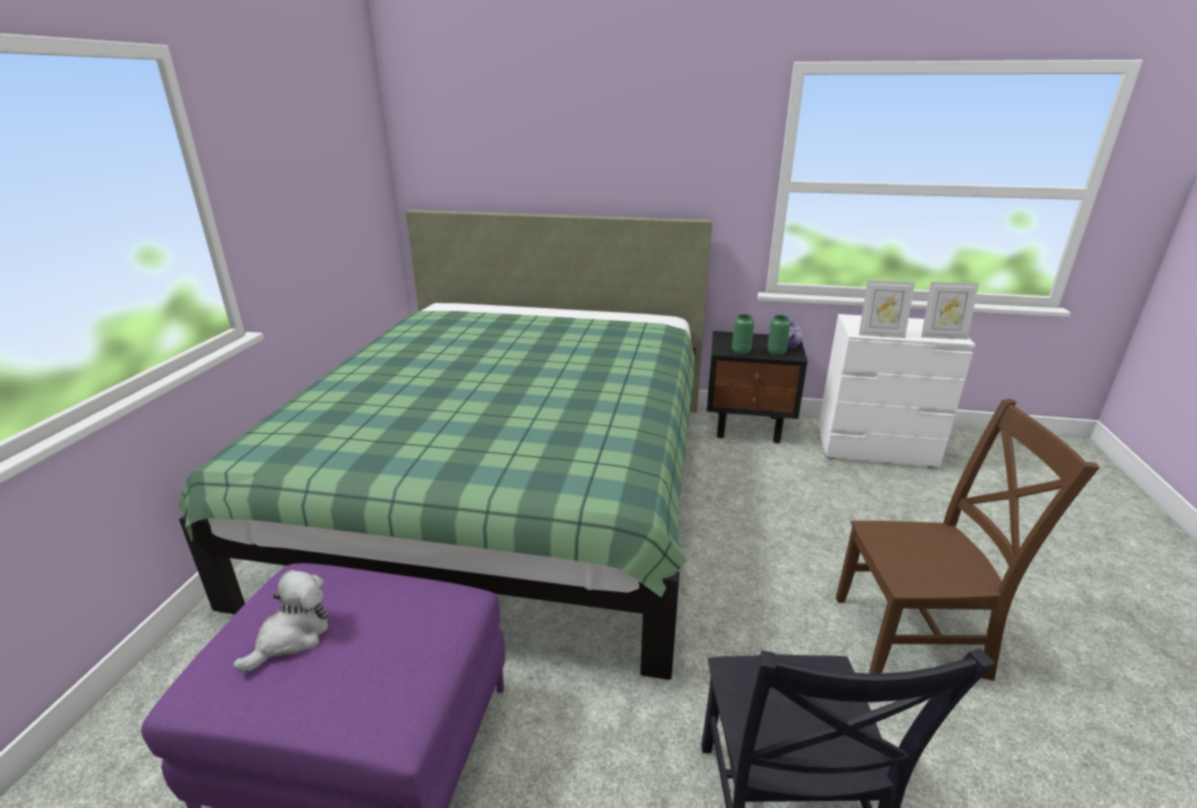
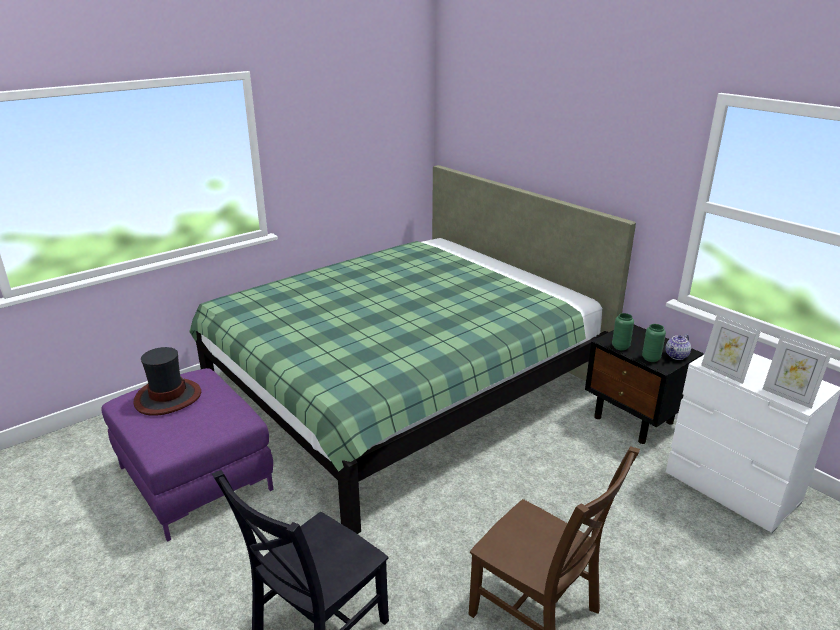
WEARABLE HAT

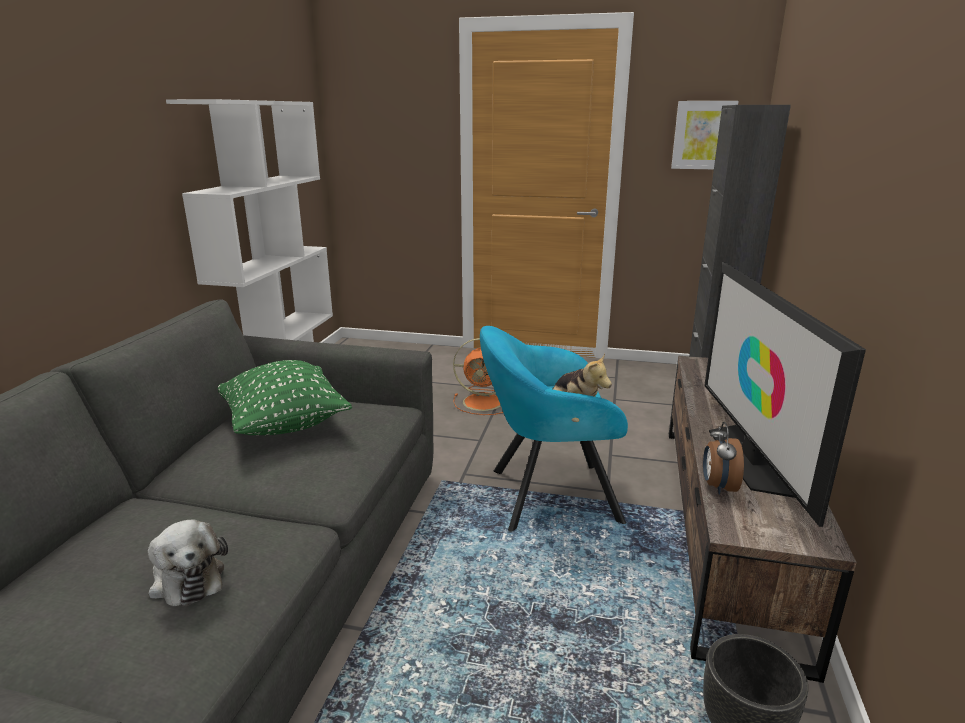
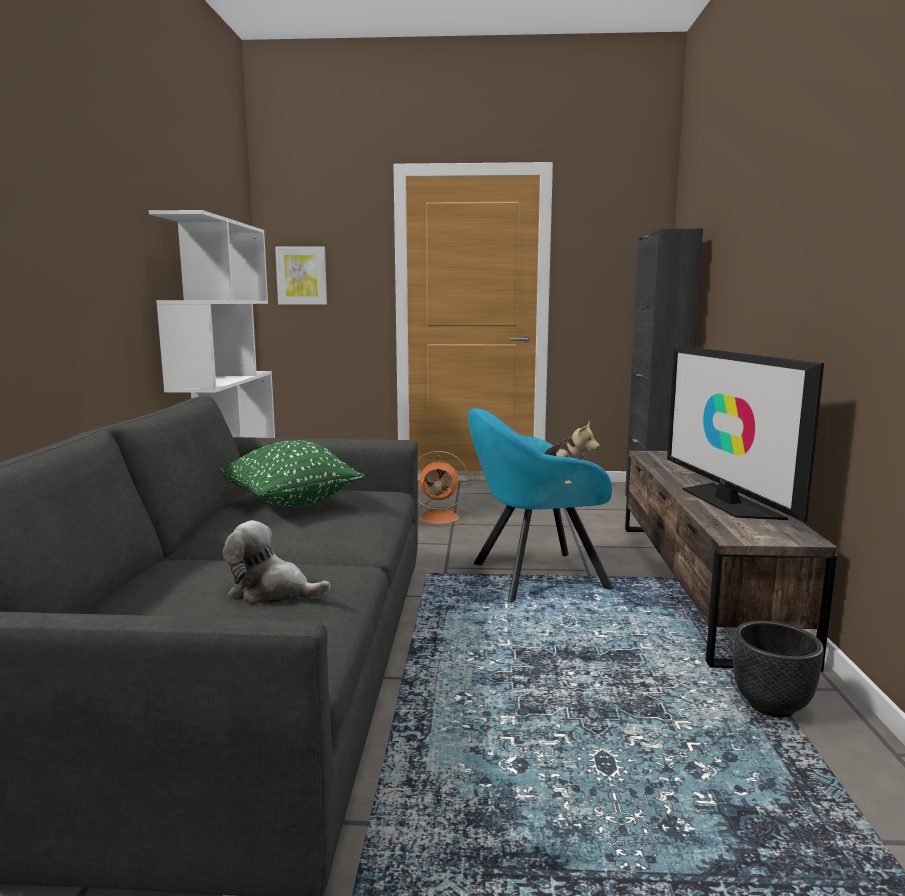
SOFT TOY (no. 1 from left); WALL ART; TABLE CLOCK

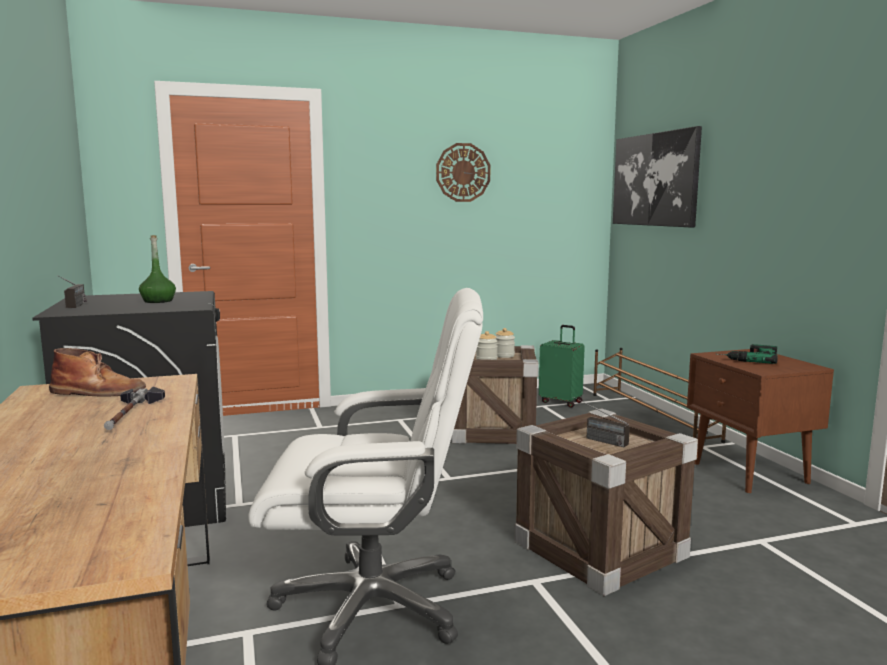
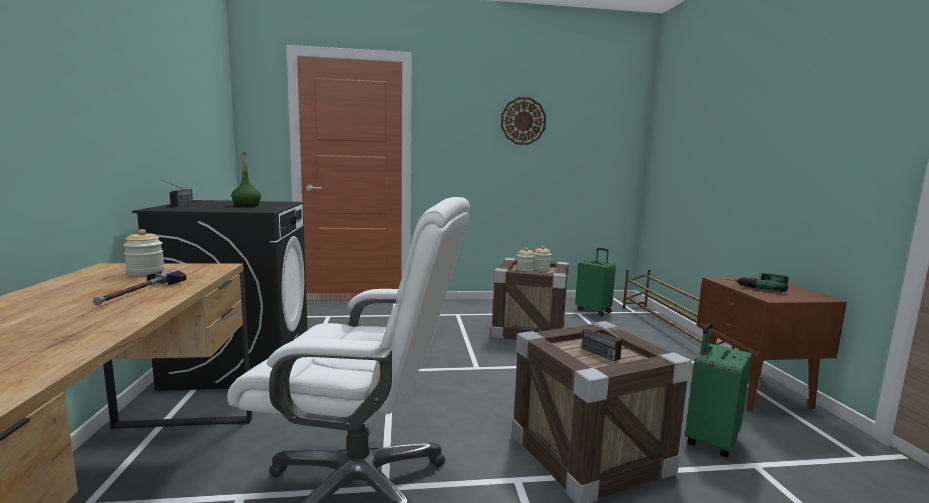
JAR (no. 1 from left); WALL ART; GREEN TRAVEL CASE (no. 2 from left)

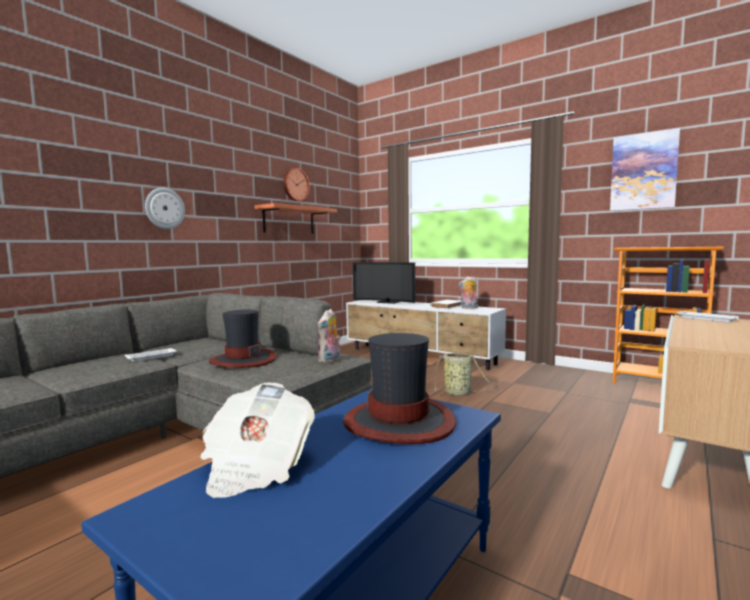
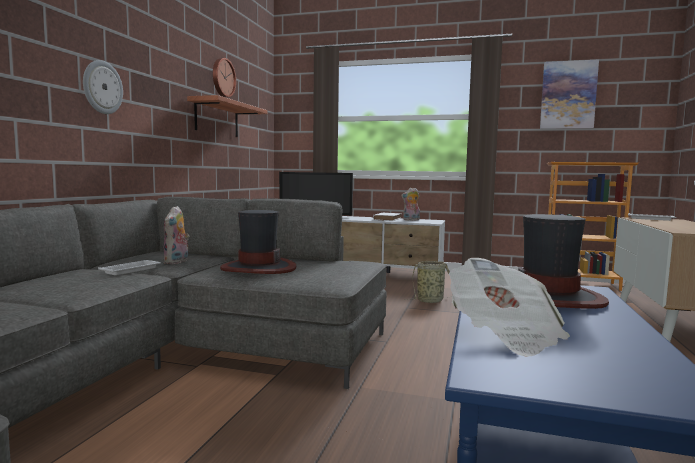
SOFT TOY (no. 1 from left)

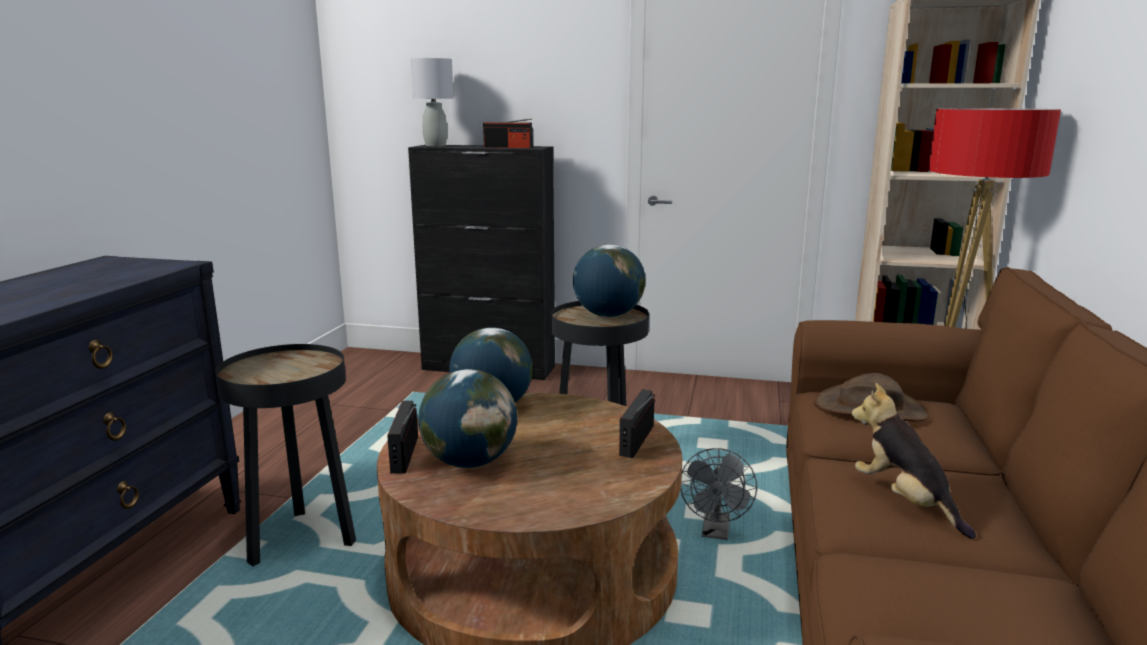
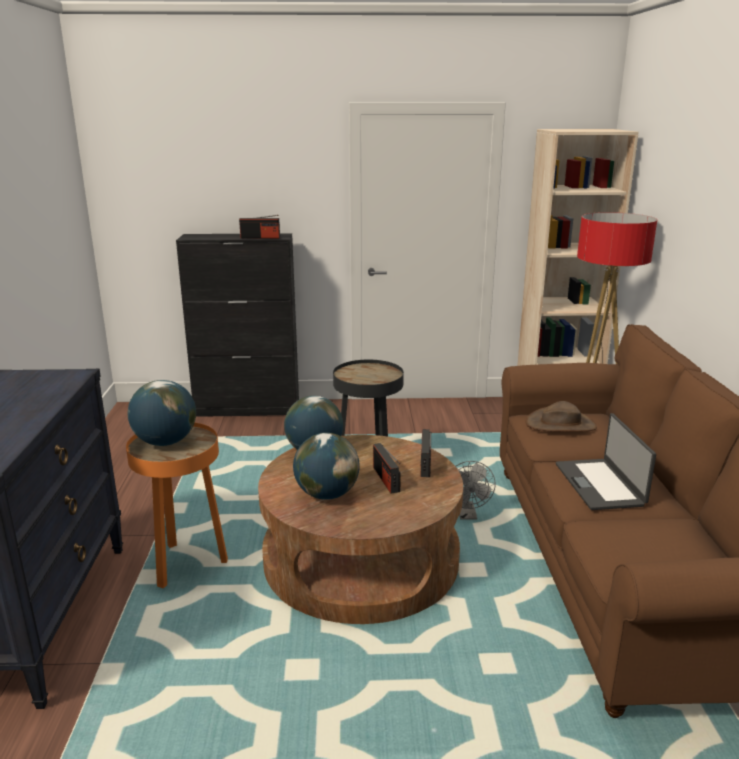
ORANGE-COLOURED SIDE TABLE; RADIO (no. 2 from left); GREY TABLETOP LAMP; GLOBE (no. 1 from left); LAPTOP

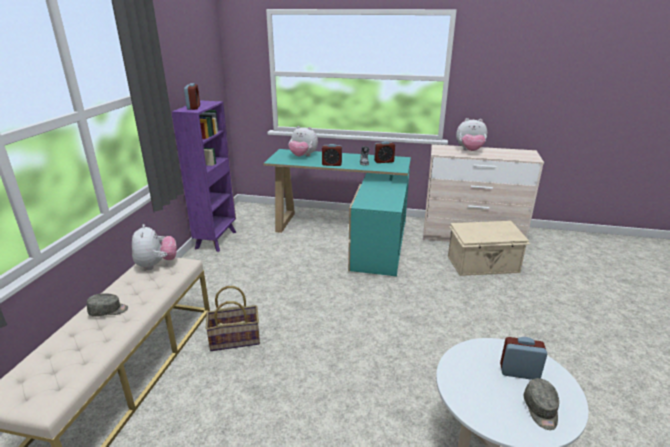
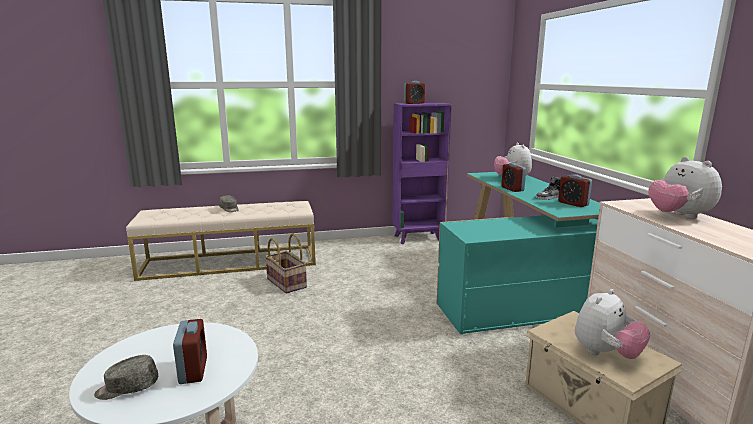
SOFT TOY (no. 2 from left)

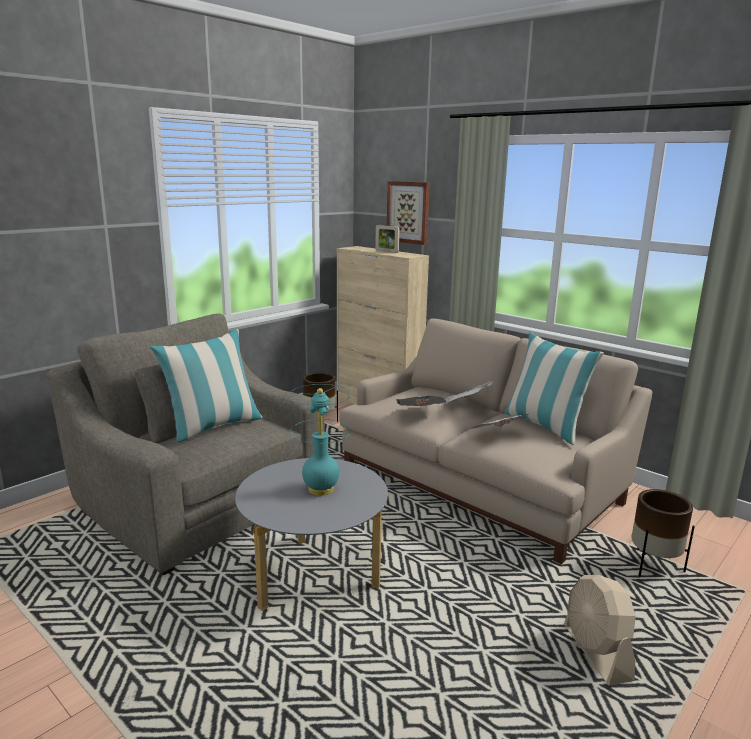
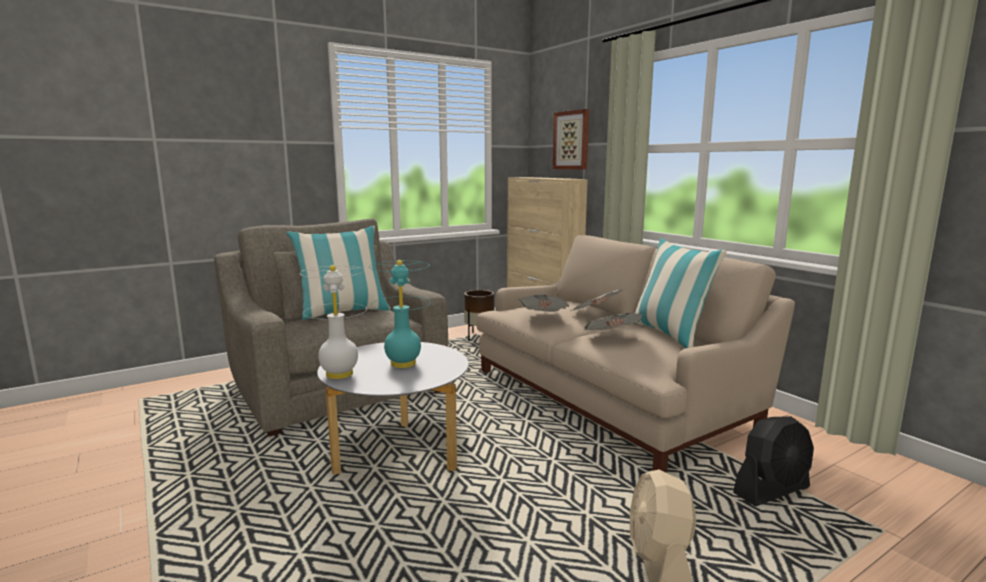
PICTURE FRAME; BLACKISH COOLING FAN; WHITE-COLOURED TABLETOP LAMP

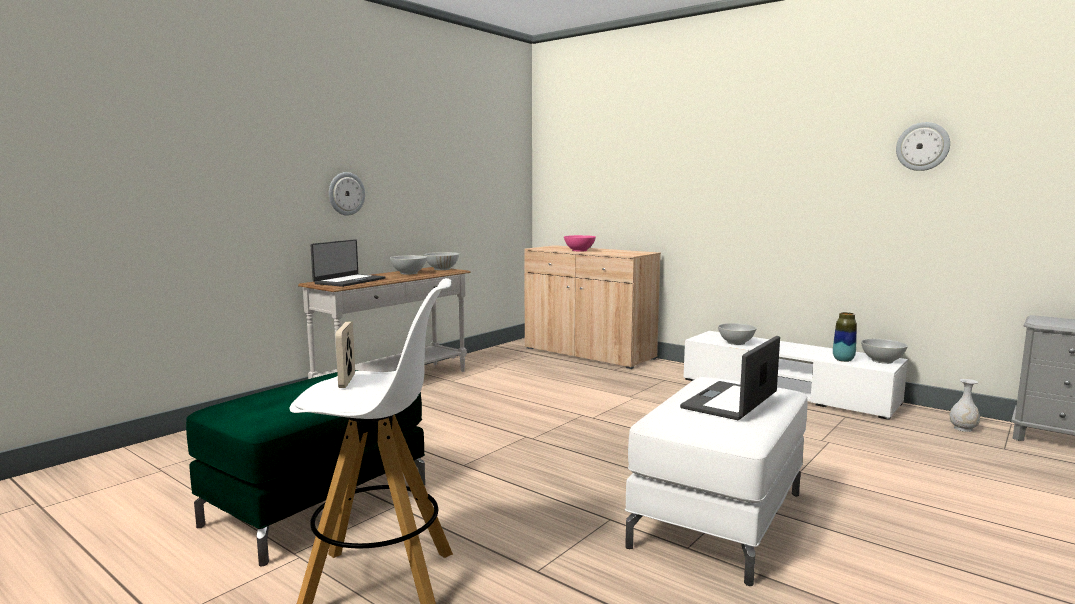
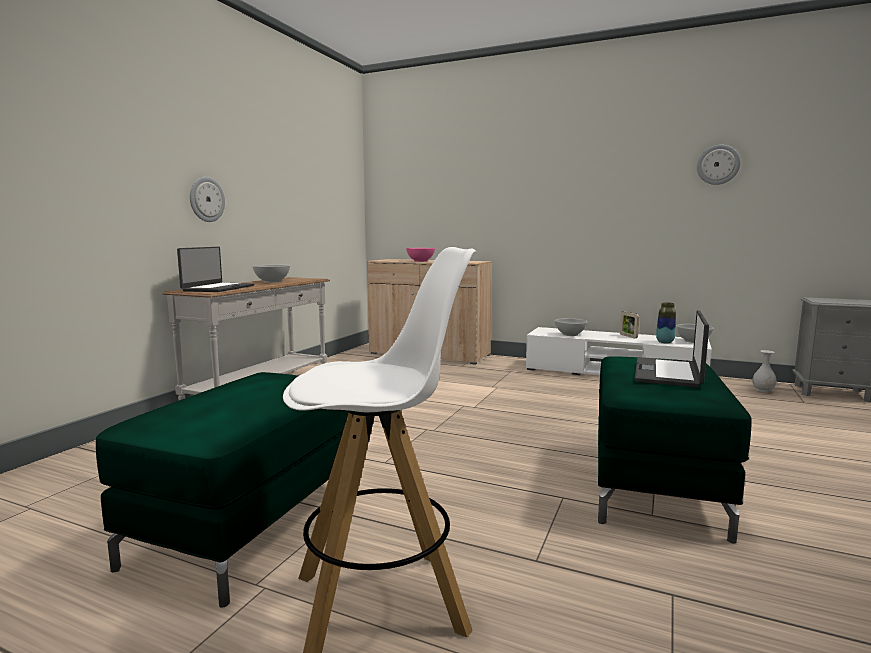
PICTURE FRAME; WHITE-COLOURED BOWL (no. 2 from left in the first image); GREEN POUFFE (no. 2 from left)

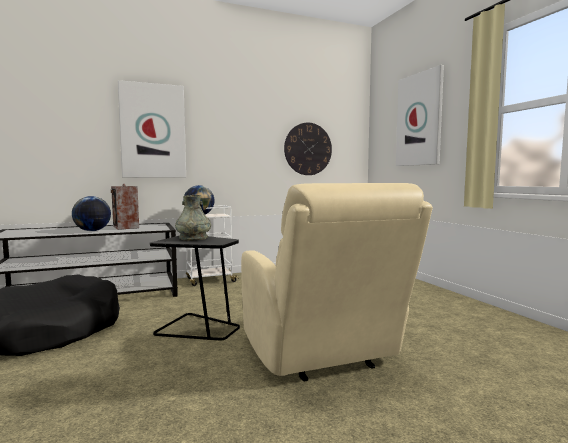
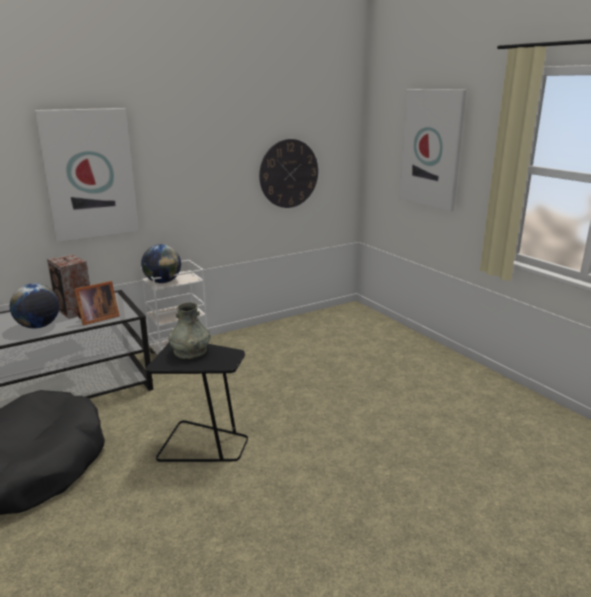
BEIGE ARMCHAIR; PICTURE FRAME

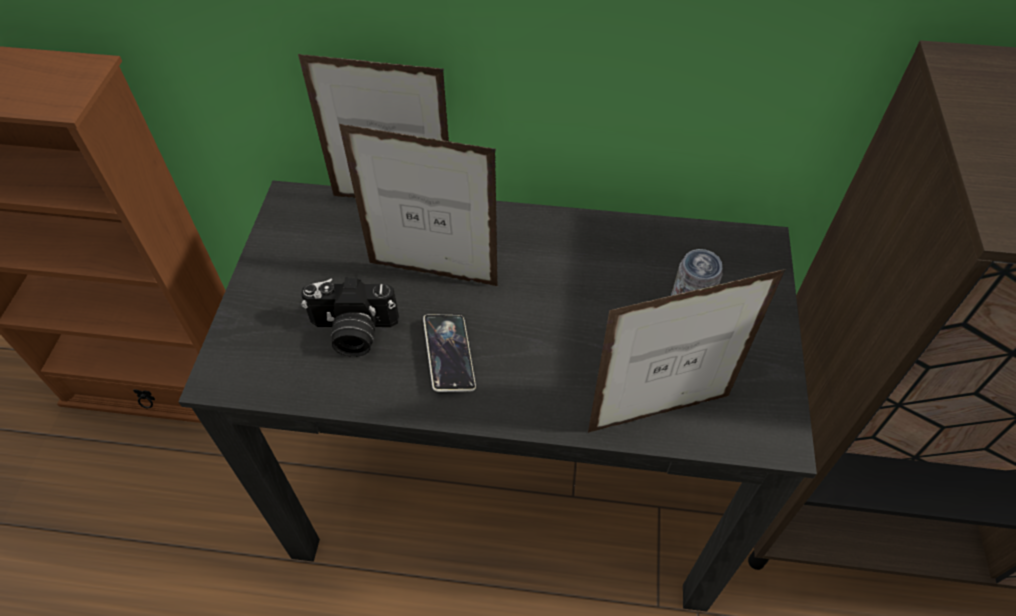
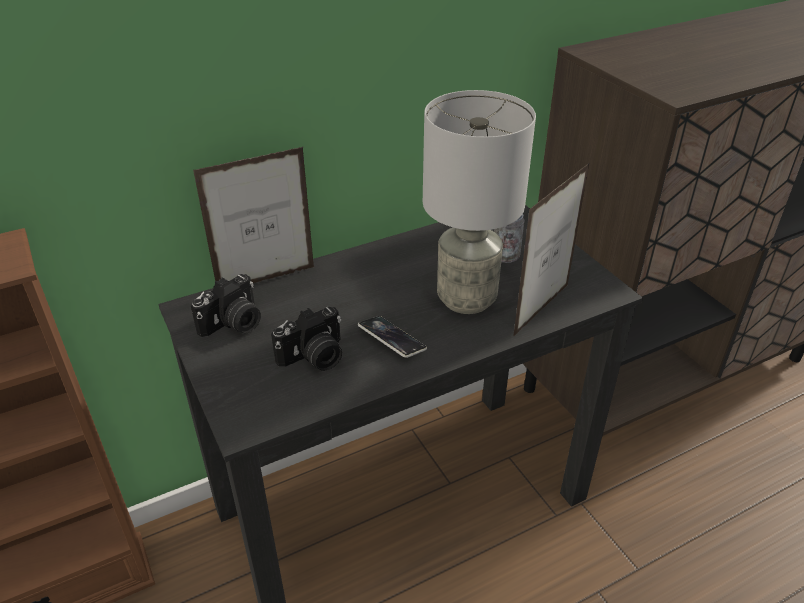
PICTURE FRAME (no. 2 from left in the first image); PHOTO CAMERA (no. 1 from left); GREY TABLETOP LAMP

